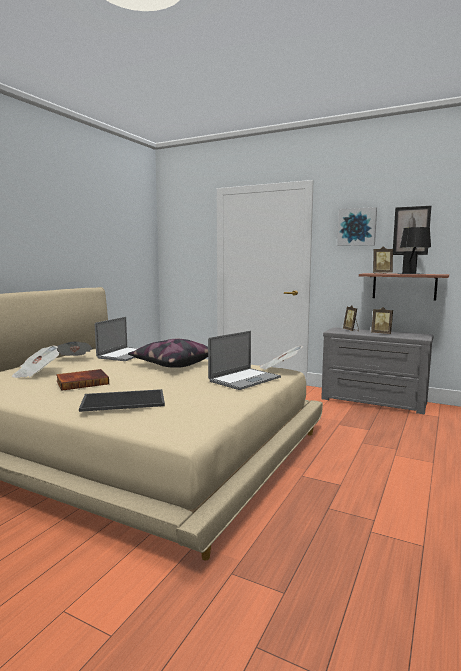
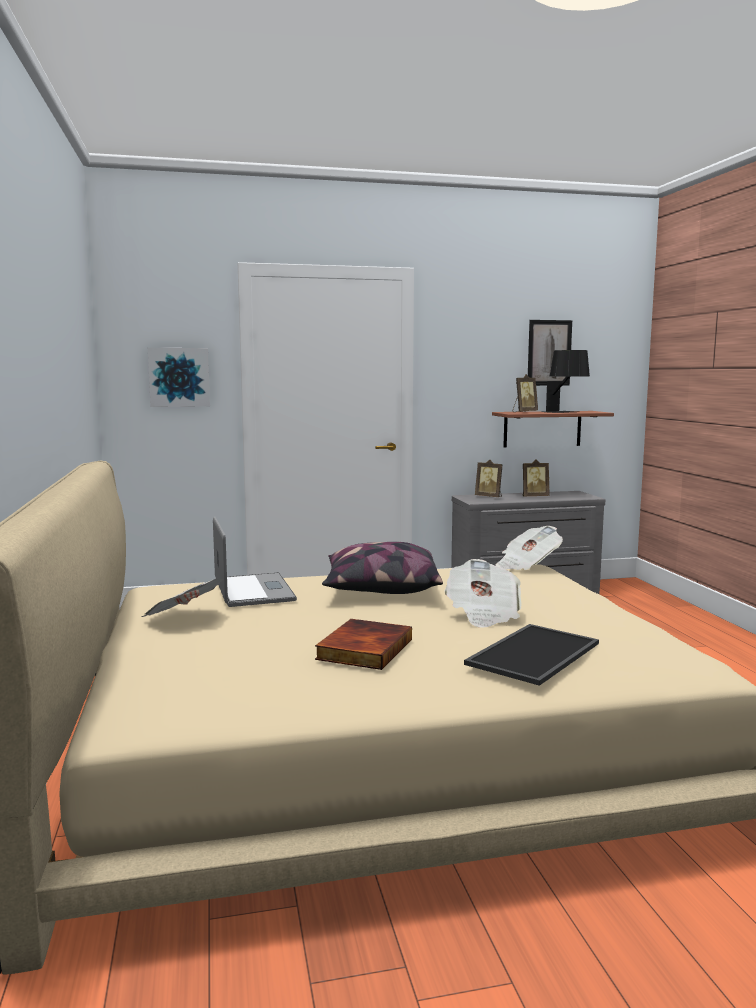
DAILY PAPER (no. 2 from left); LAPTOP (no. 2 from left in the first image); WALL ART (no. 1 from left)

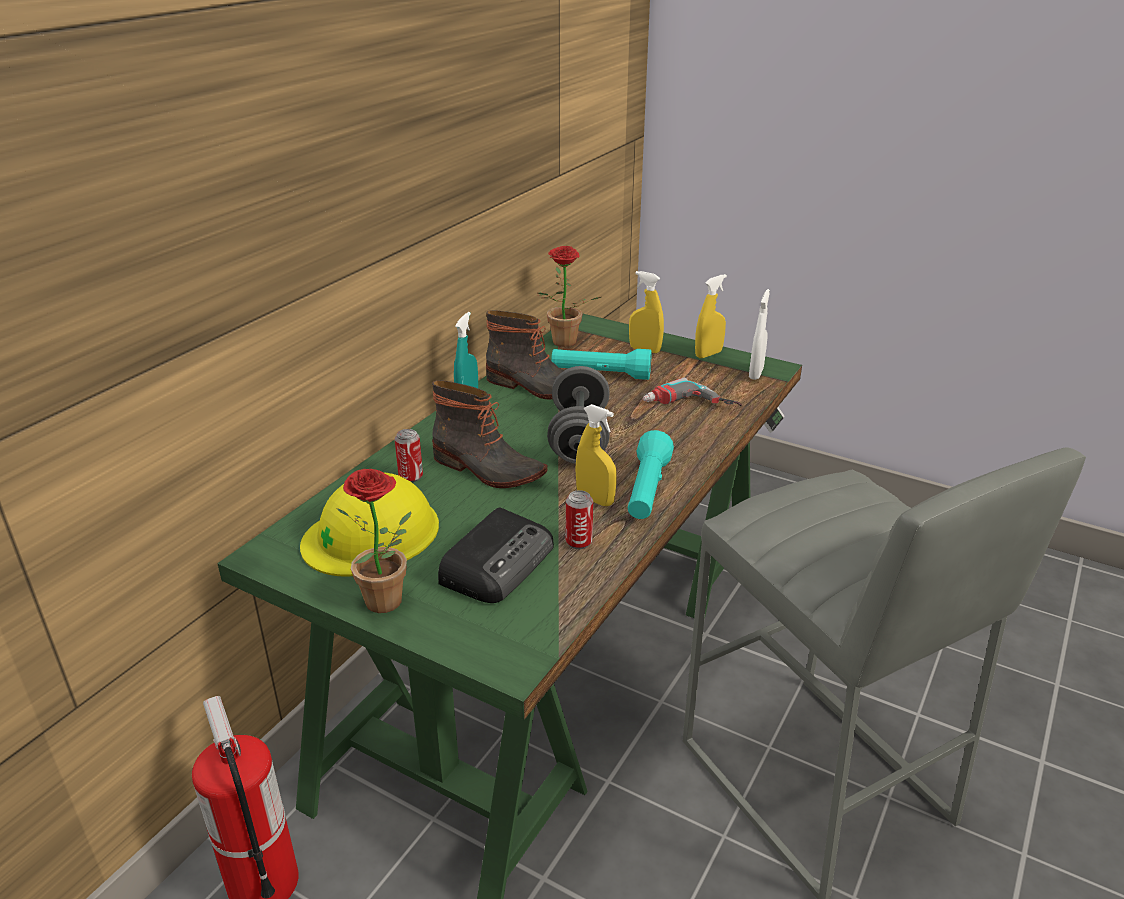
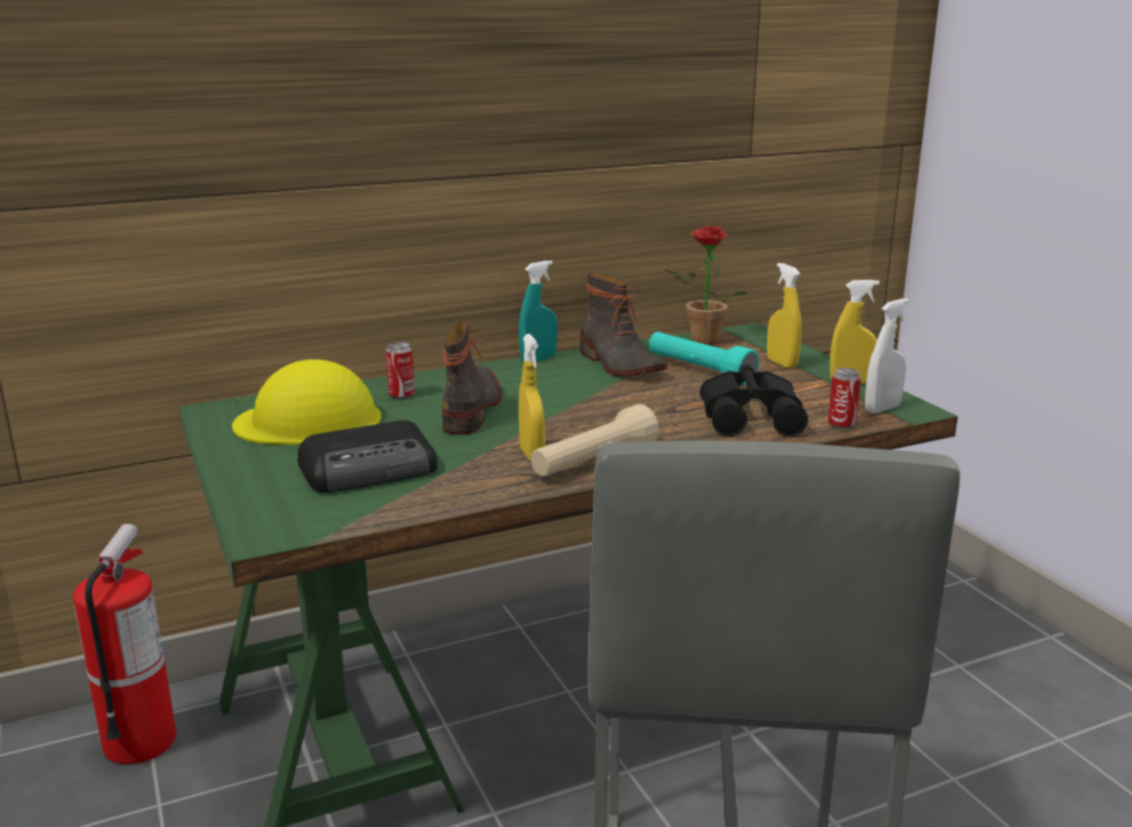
POTTED PLANT (no. 1 from left in the first image); BOOT (no. 1 from left); GREY DUMBBELL; CAN (no. 2 from left); BEIGE TORCH; BLACKISH BINOCULARS

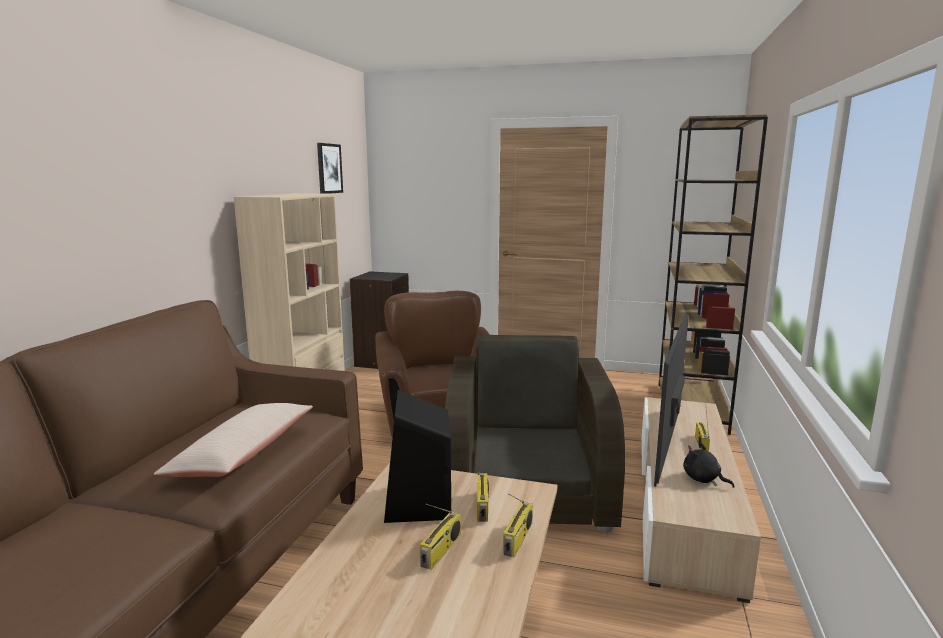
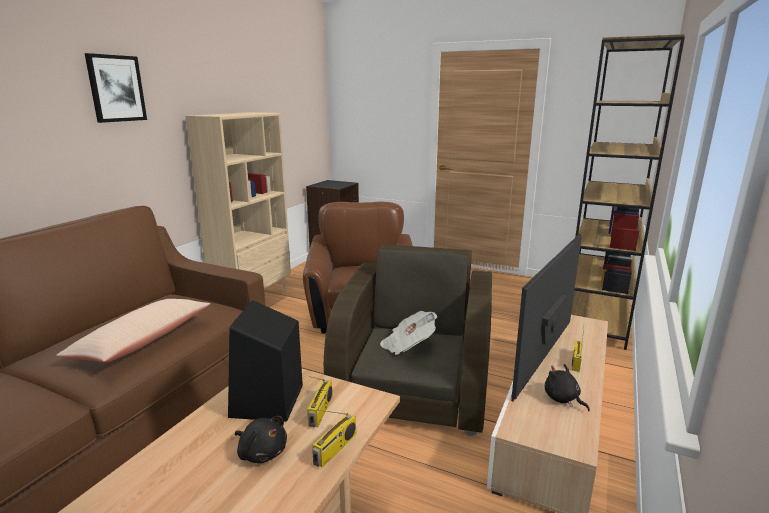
WALL ART; BLACKISH SOFT TOY (no. 1 from left); DAILY PAPER

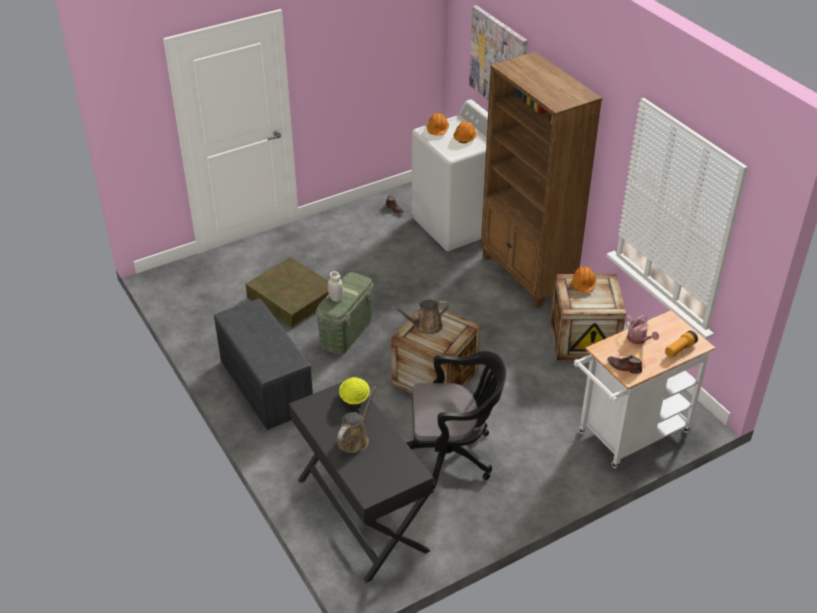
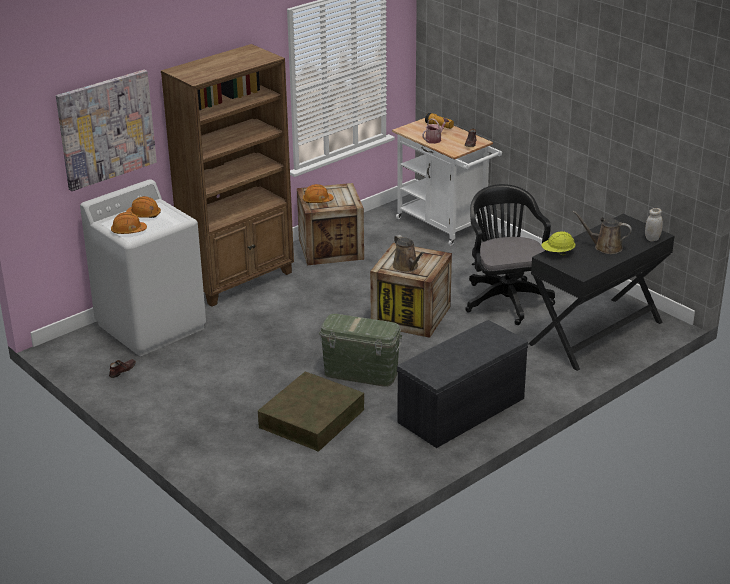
WHITE-COLOURED JAR

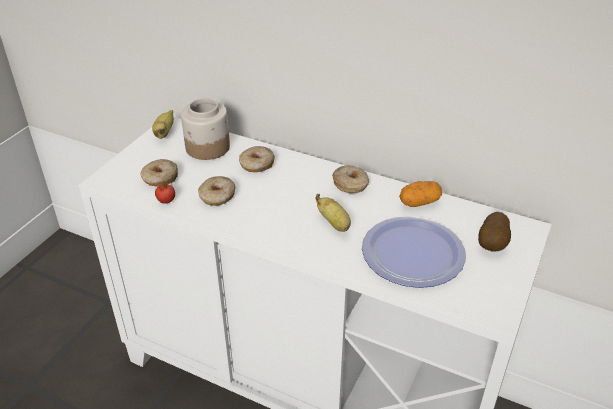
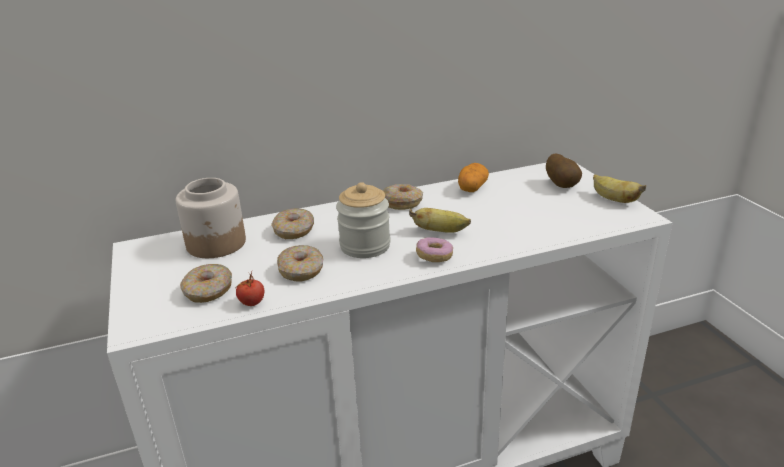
BANANA (no. 2 from left); FLAT DISH; JAR (no. 2 from left); RING DOUGHNUT (no. 5 from left)

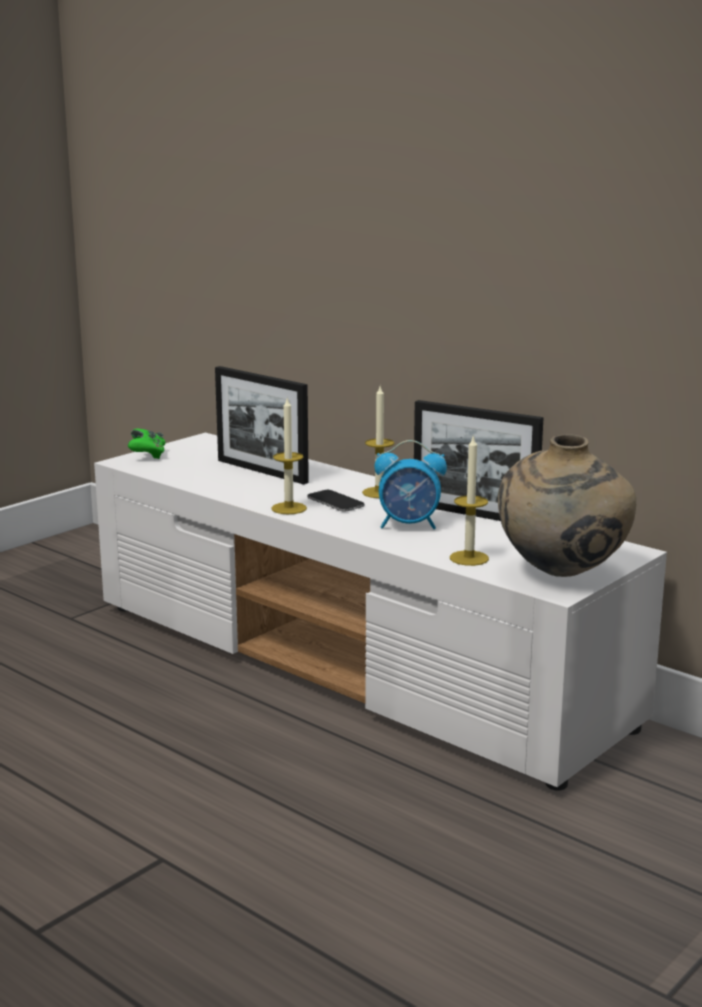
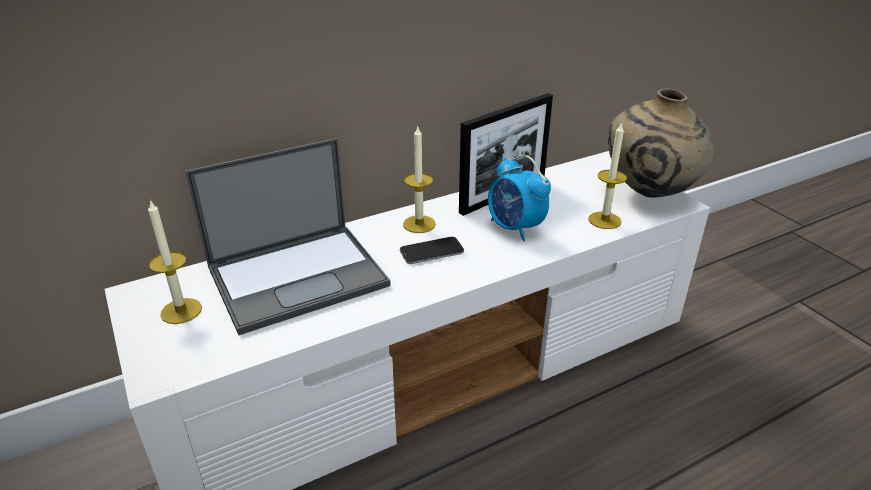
GREEN GAMEPAD; LAPTOP; CANDLE (no. 1 from left); TABLE CLOCK

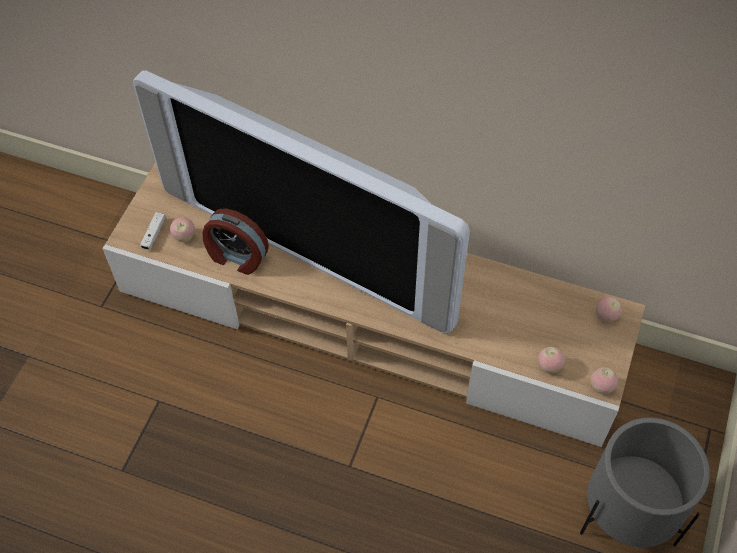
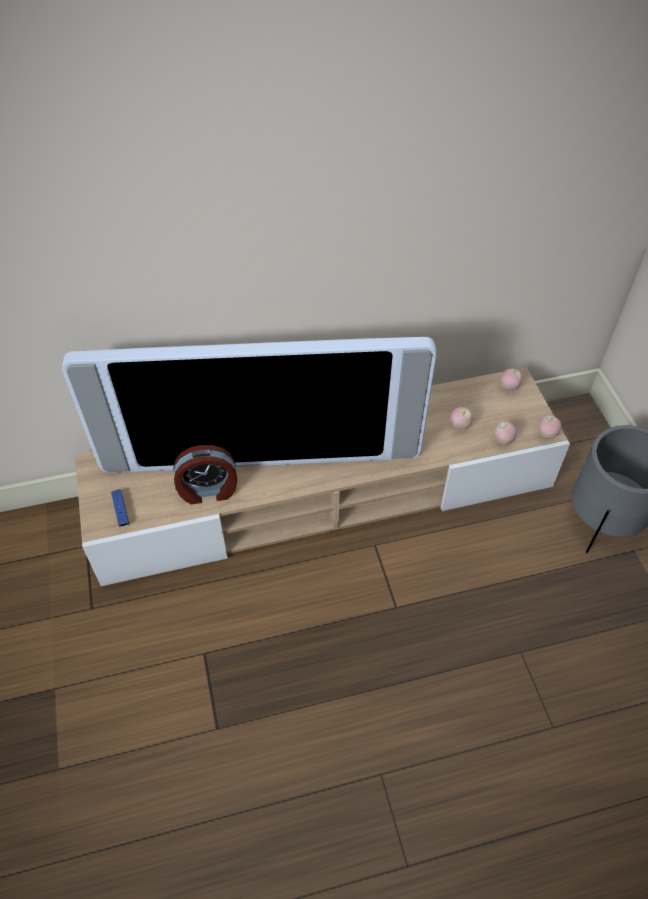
BLUISH GAMEPAD; APPLE FRUIT (no. 1 from left)

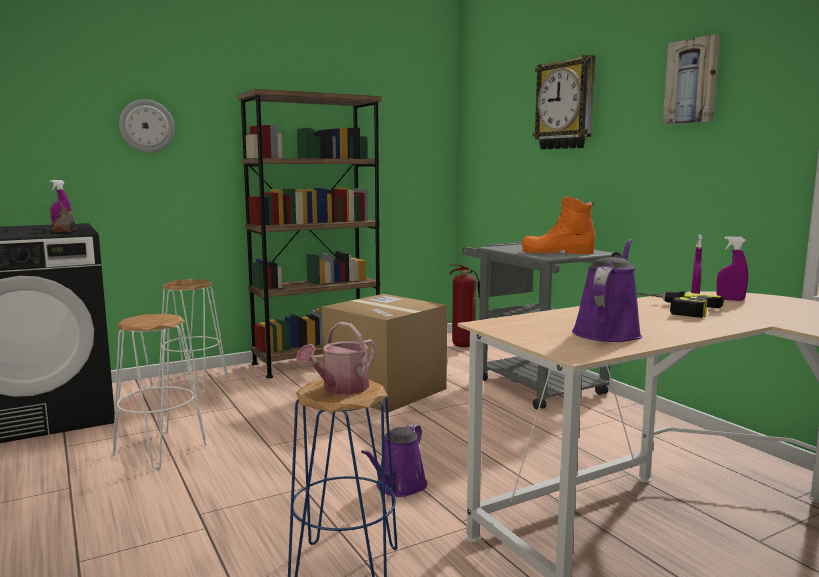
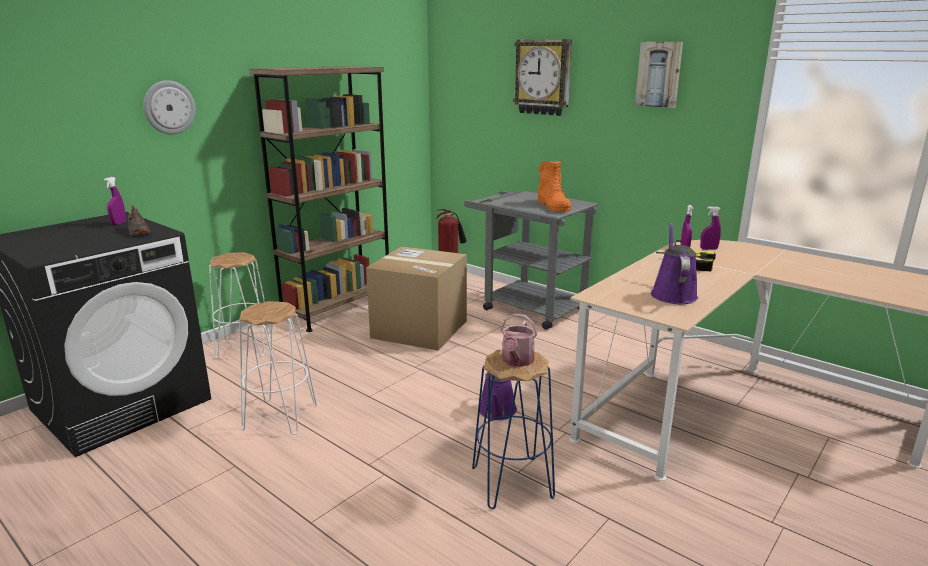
ORANGE-COLOURED BOOT

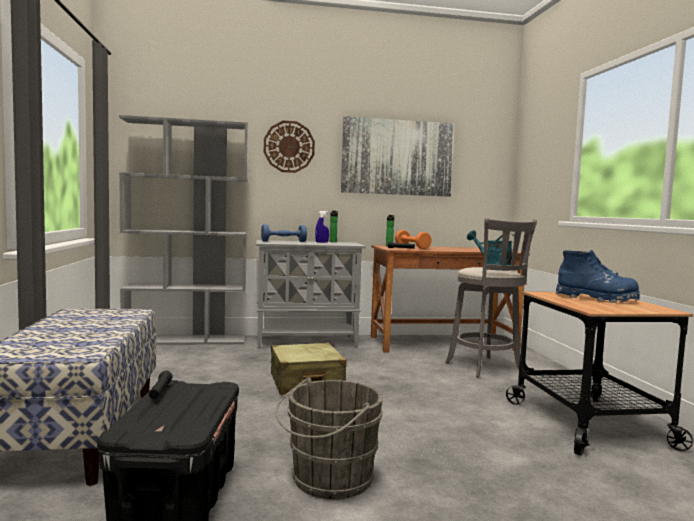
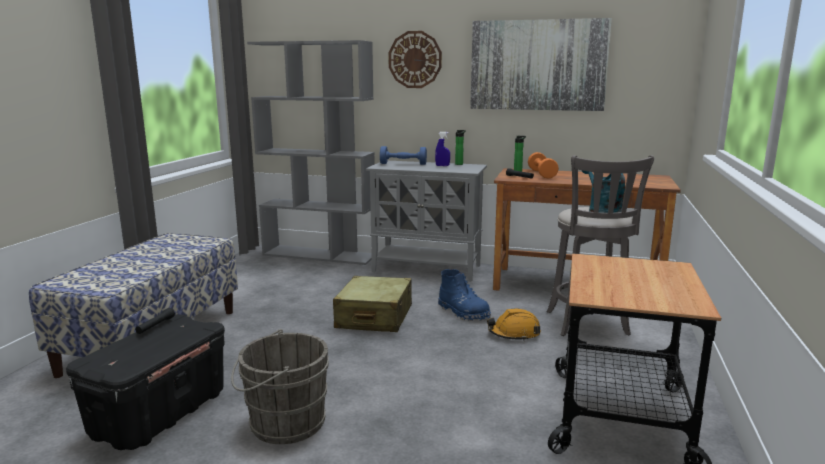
BLUISH BOOT; ORANGE-COLOURED HARD HAT

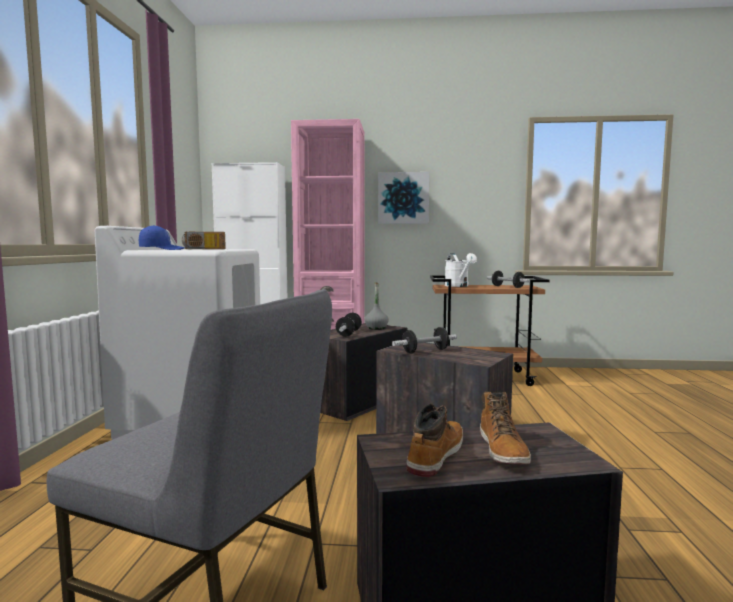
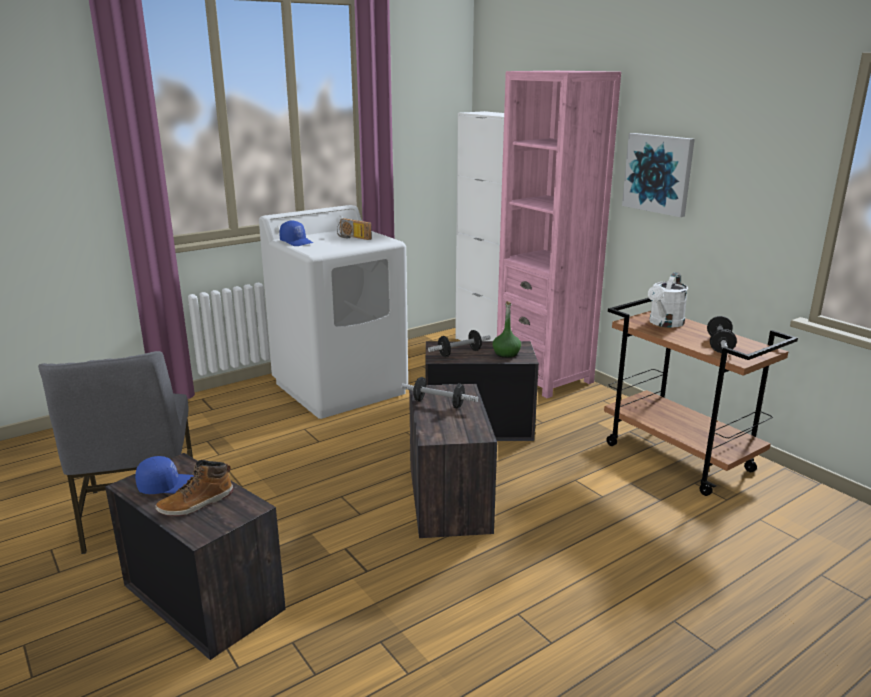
GREEN BOTTLE; BLUISH CAP (no. 1 from left)

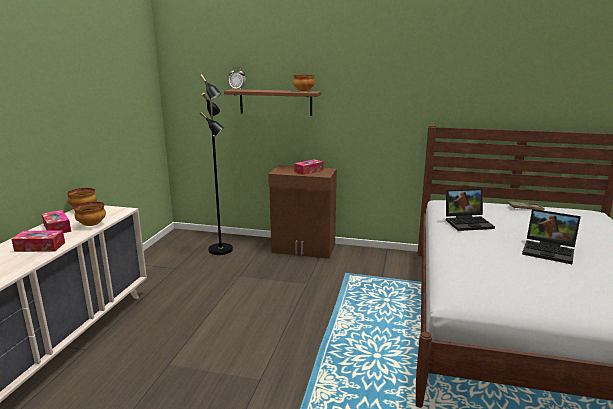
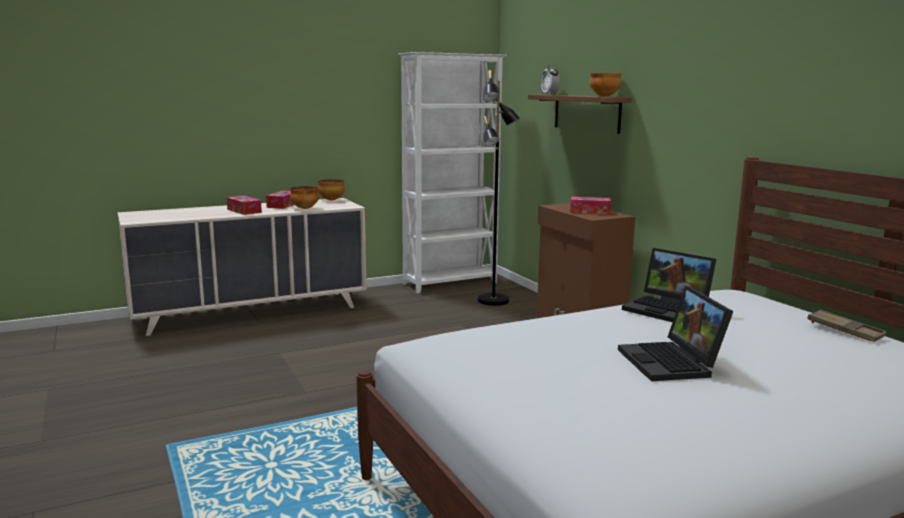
WHITE-COLOURED BOOKSHELF

